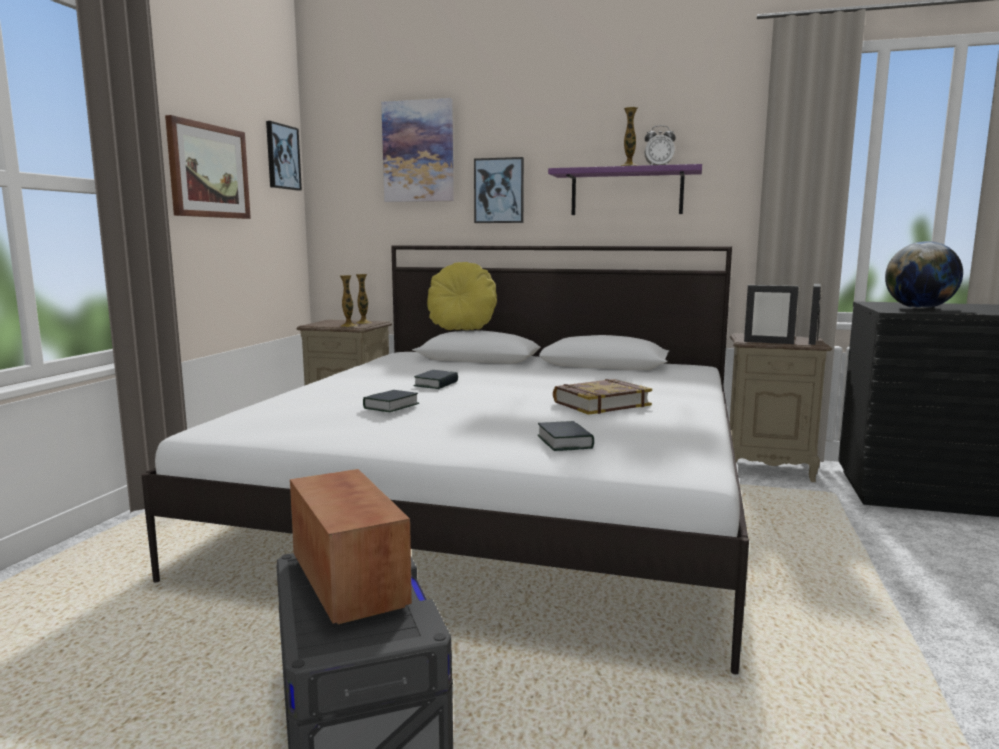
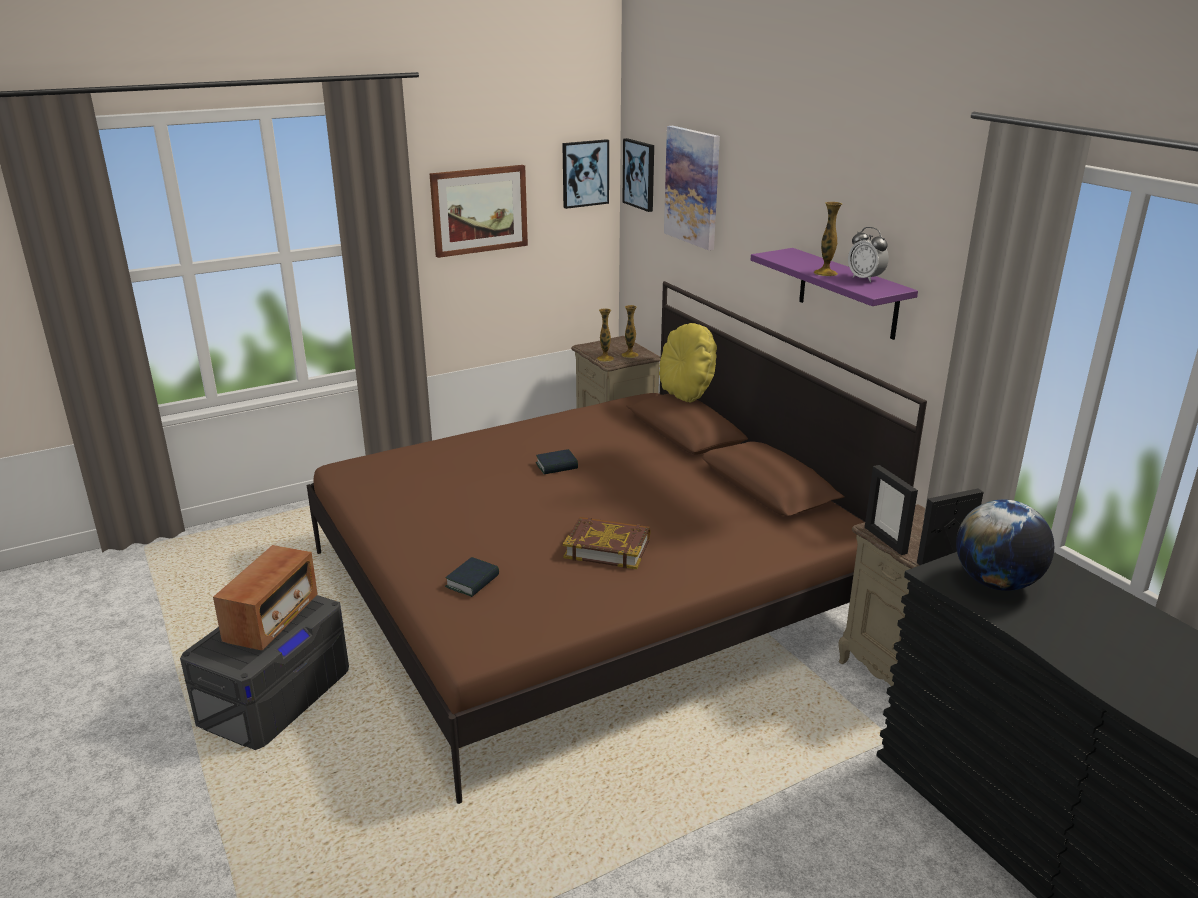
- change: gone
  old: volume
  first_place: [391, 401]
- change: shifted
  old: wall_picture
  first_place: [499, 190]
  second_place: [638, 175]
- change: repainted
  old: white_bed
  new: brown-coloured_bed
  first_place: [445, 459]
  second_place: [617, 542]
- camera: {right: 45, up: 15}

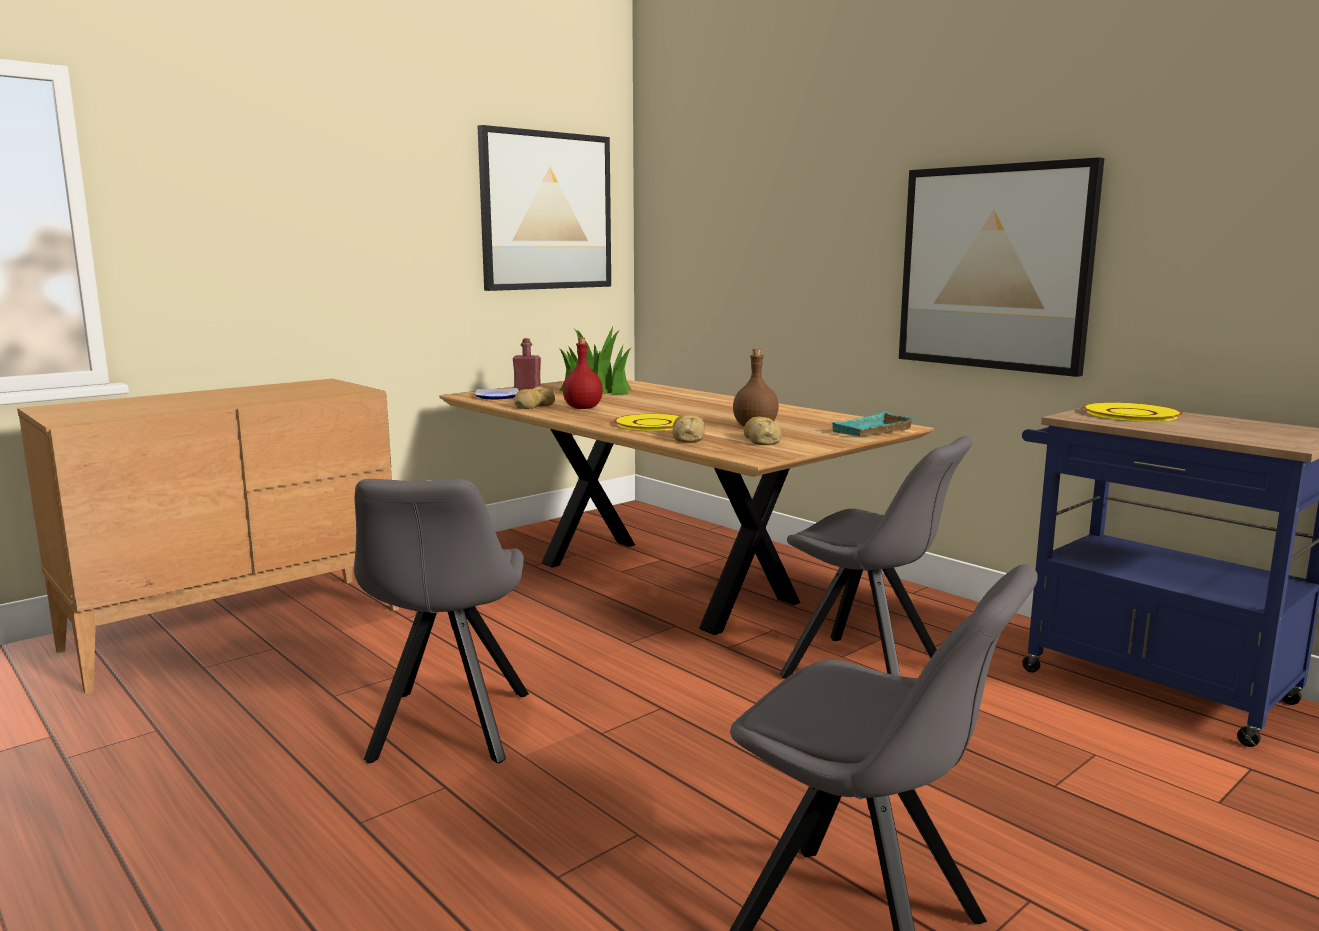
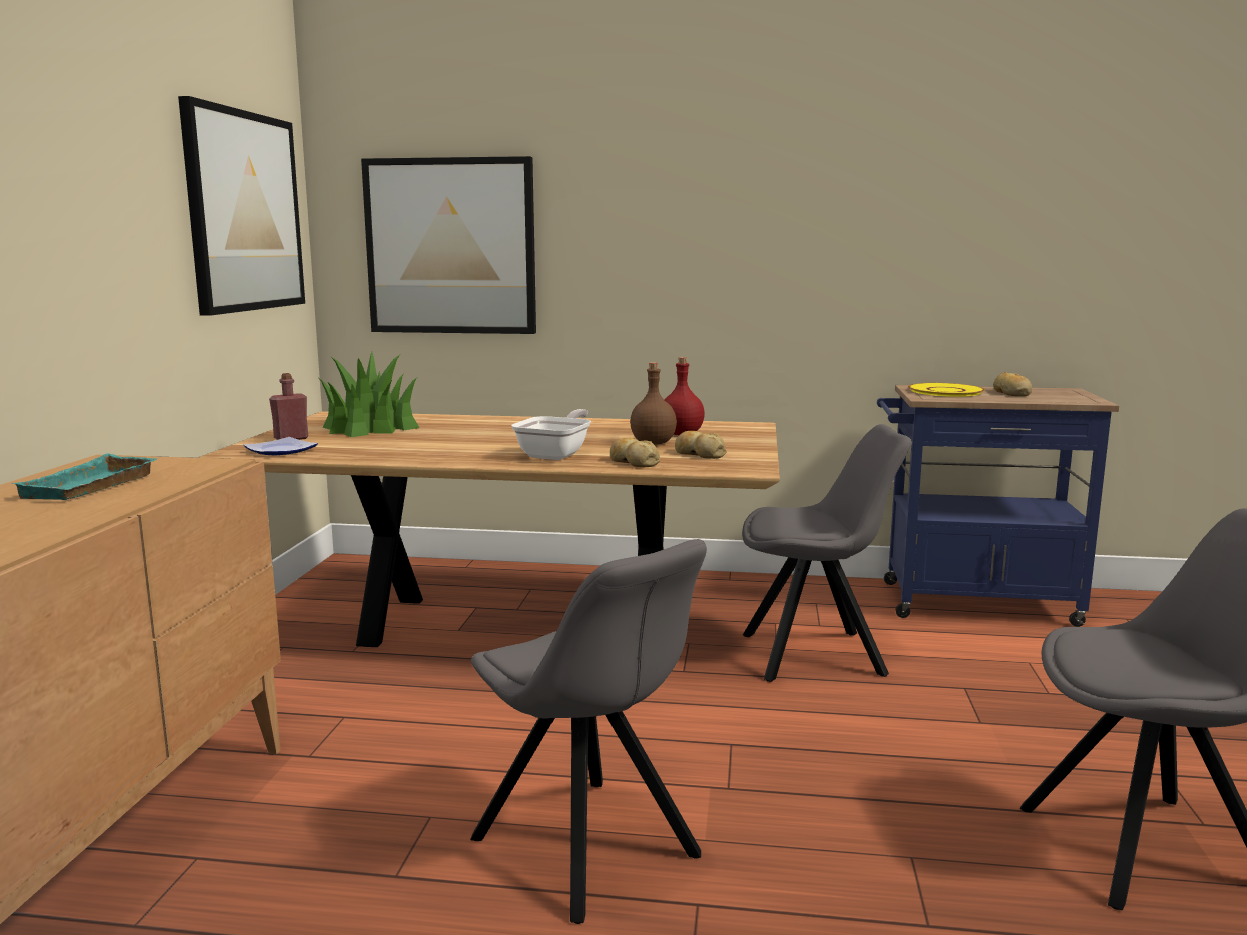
- change: shifted
  old: bread
  first_place: [534, 397]
  second_place: [1012, 384]
- change: shifted
  old: red_beverage_bottle
  first_place: [583, 373]
  second_place: [685, 396]
- change: shifted
  old: blue-green_serving_tray
  first_place: [874, 423]
  second_place: [84, 477]
- change: shifted
  old: wall_picture
  first_place: [1001, 267]
  second_place: [448, 245]
- change: swapped
  old: yellowish_plate
  new: pan
  first_place: [646, 422]
  second_place: [551, 434]
- camera: {right: -40, up: 0}

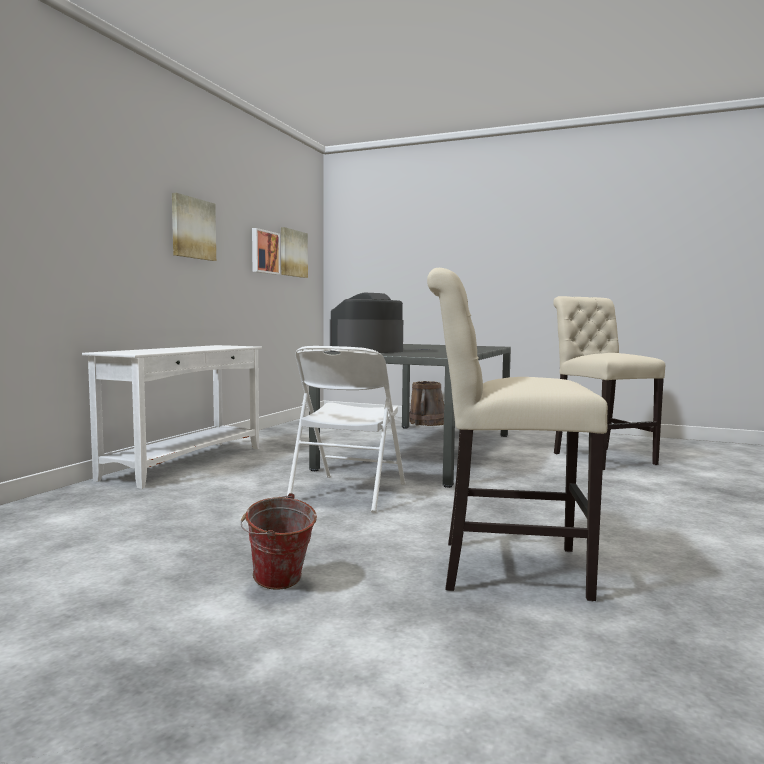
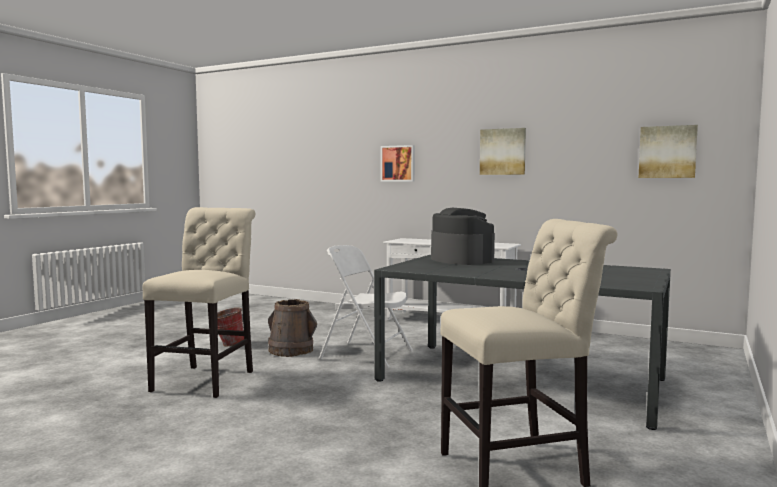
- change: shifted
  old: wall_picture
  first_place: [266, 251]
  second_place: [398, 163]
- change: shifted
  old: brown-coloured_bucket
  first_place: [426, 403]
  second_place: [292, 328]
- camera: {right: 95, up: 0}

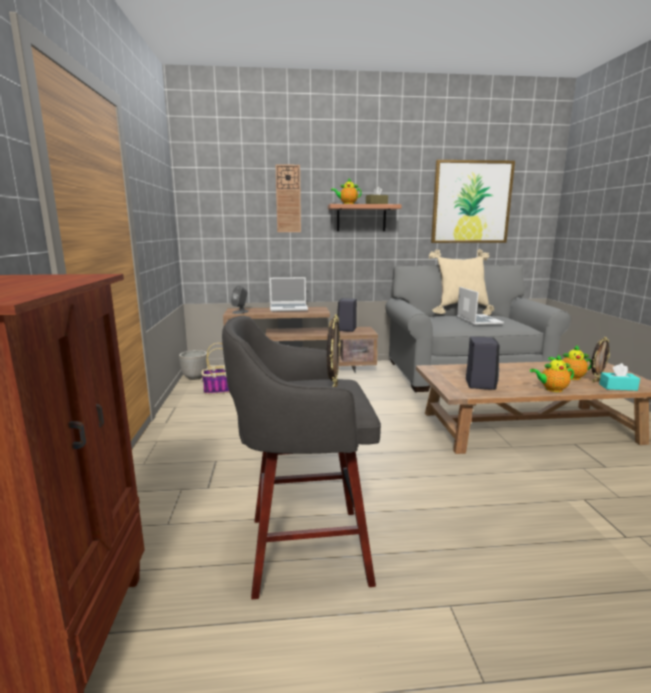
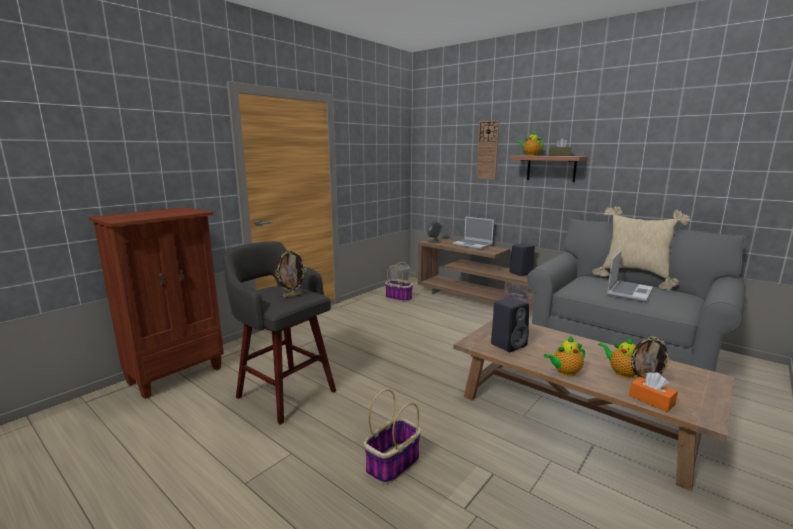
- change: gone
  old: wall_picture
  first_place: [473, 201]
- change: new
  new: household_basket
  second_place: [392, 436]
- change: repainted
  old: blue-green_tissue_box
  new: orangey_tissue_box
  first_place: [619, 377]
  second_place: [653, 392]
- change: rotated
  old: tea_pot
  first_place: [552, 373]
  second_place: [564, 356]
  degrees: -60
- camera: {right: 45, up: 0}

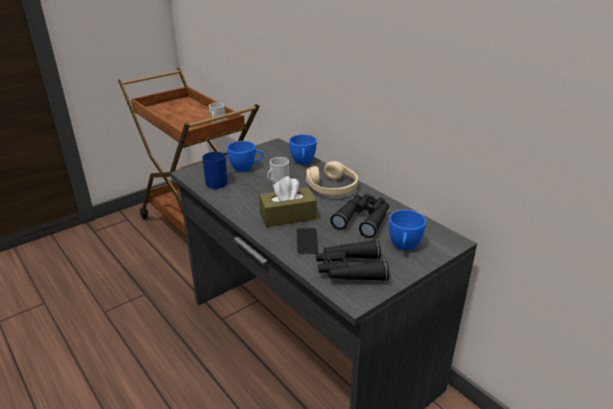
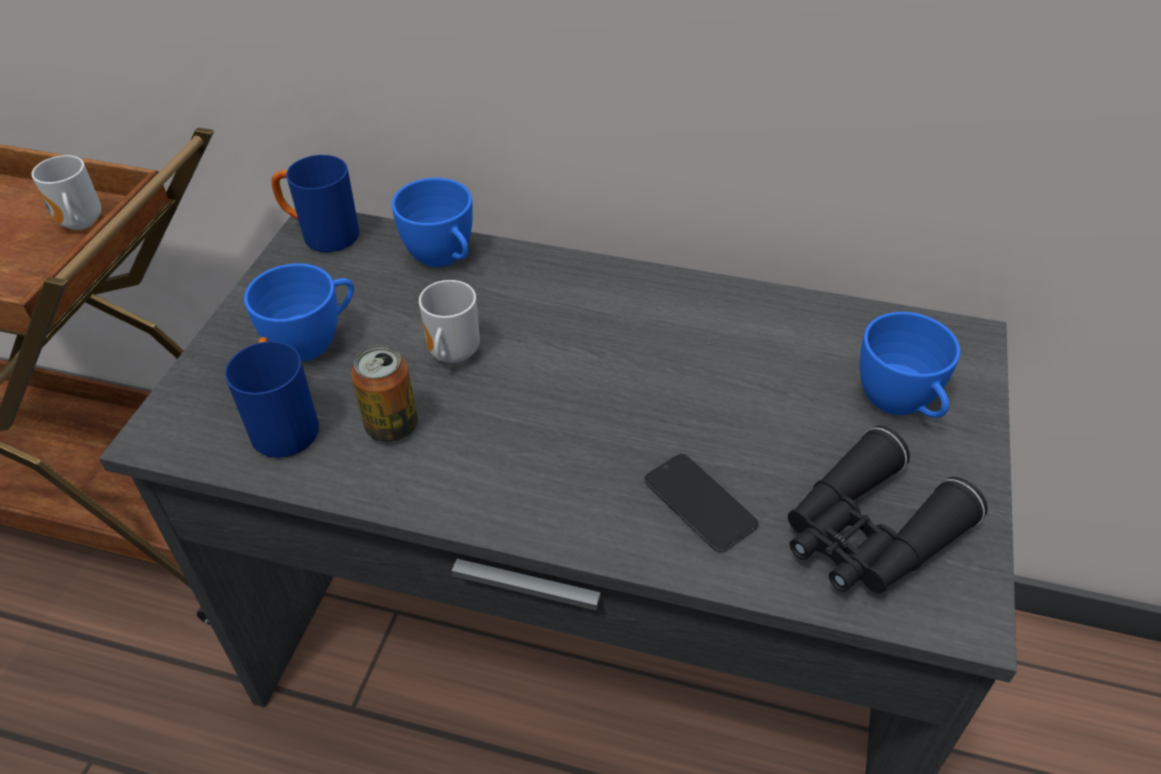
- change: gone
  old: brown-coloured_tissue_box
  first_place: [288, 201]
- change: gone
  old: beige-coloured_headphones
  first_place: [332, 178]
- change: gone
  old: black_pair_of_binoculars
  first_place: [359, 216]
- change: new
  new: blue-coloured_coffee_mug
  second_place: [315, 203]
- change: new
  new: can
  second_place: [384, 393]
- camera: {right: -35, up: 15}

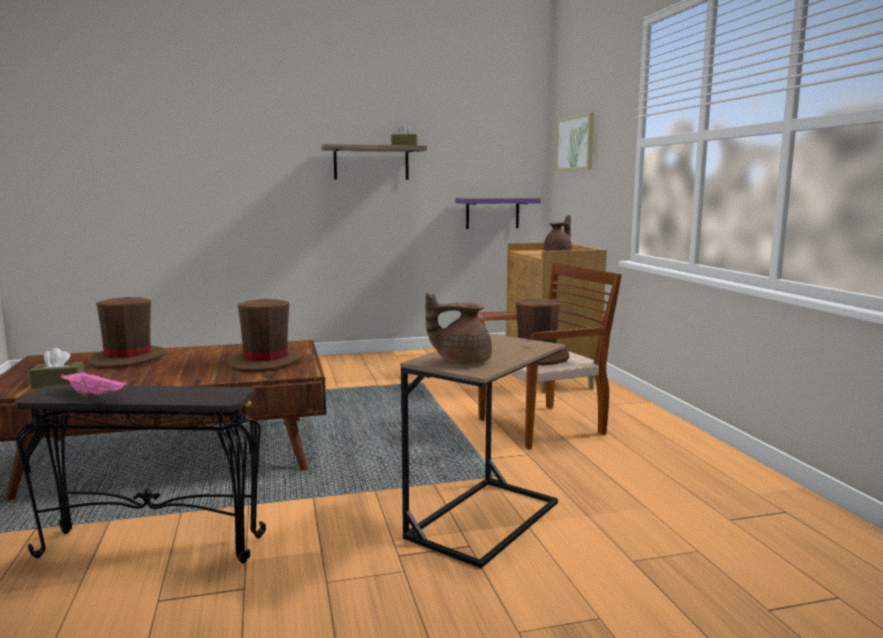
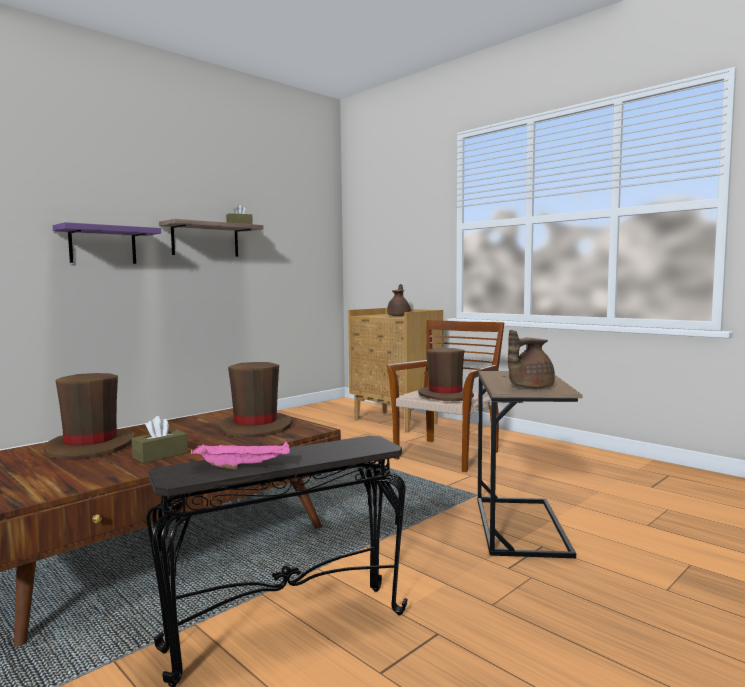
- change: gone
  old: wall_picture
  first_place: [575, 141]
- change: shifted
  old: brown-coloured_tissue_box
  first_place: [56, 368]
  second_place: [159, 439]
- change: shifted
  old: purplish_bracket_shelf
  first_place: [498, 213]
  second_place: [107, 243]
- camera: {right: -30, up: -5}

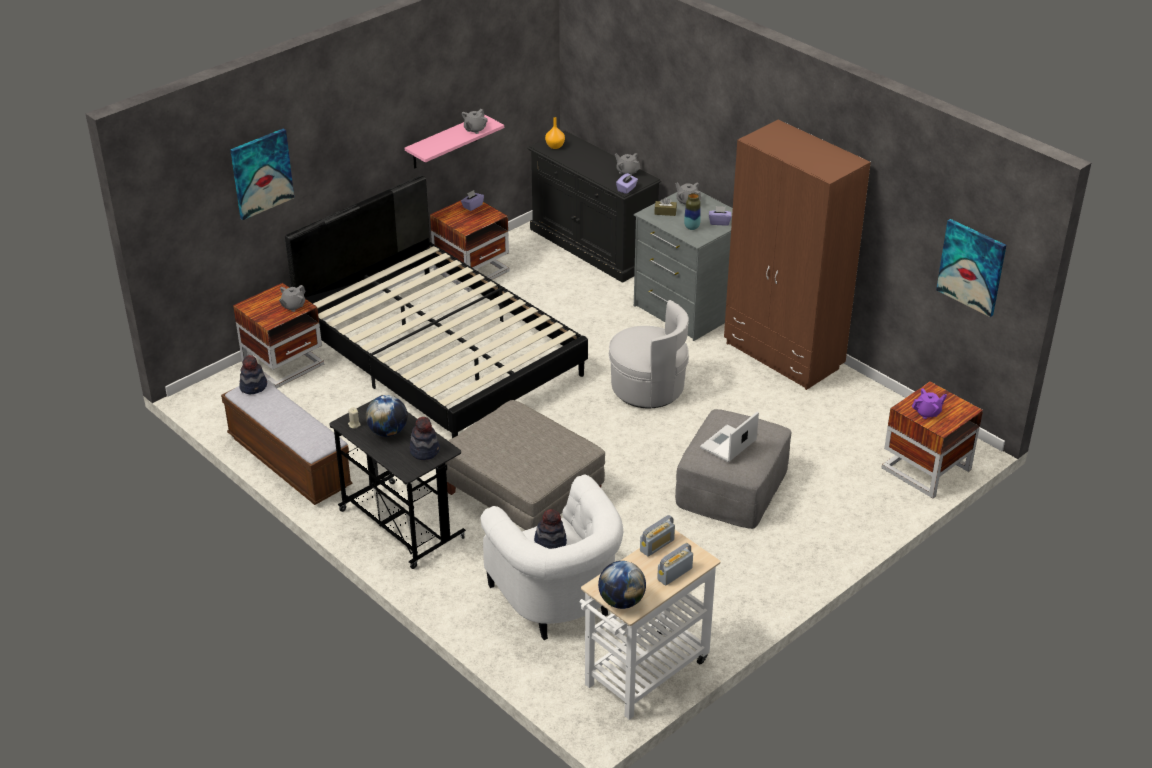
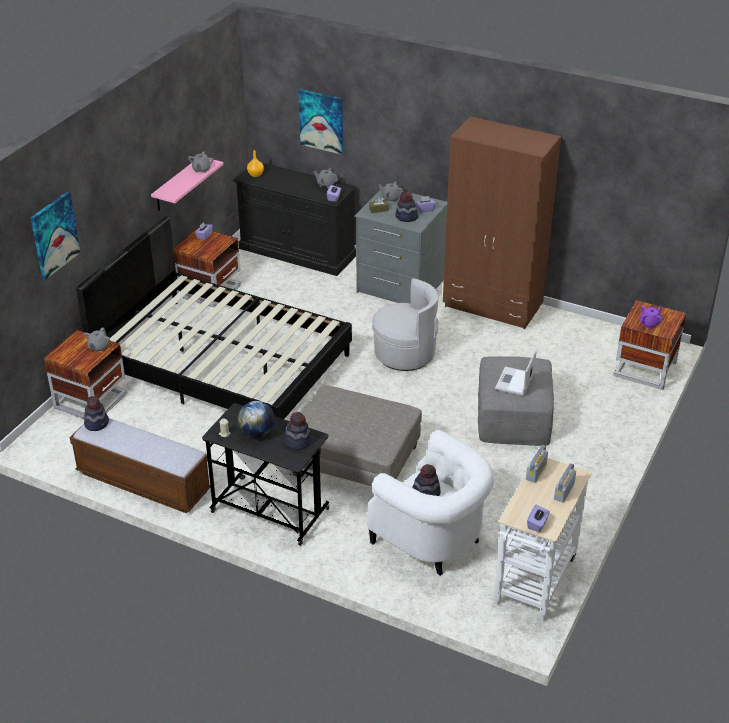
- change: shifted
  old: wall_picture
  first_place: [971, 268]
  second_place: [320, 122]
- change: swapped
  old: globe
  new: purplish_tissue_box
  first_place: [622, 585]
  second_place: [538, 518]
- change: swapped
  old: flower_vase
  new: wearable_hat
  first_place: [692, 211]
  second_place: [406, 206]
- camera: {right: -20, up: 0}

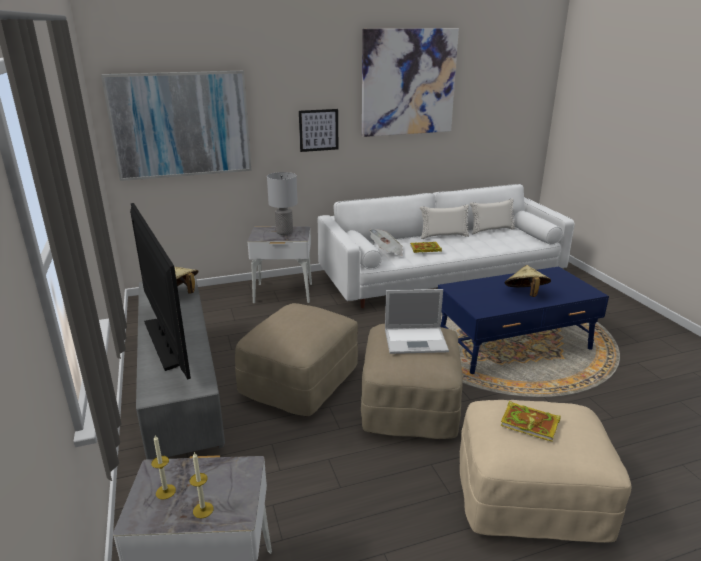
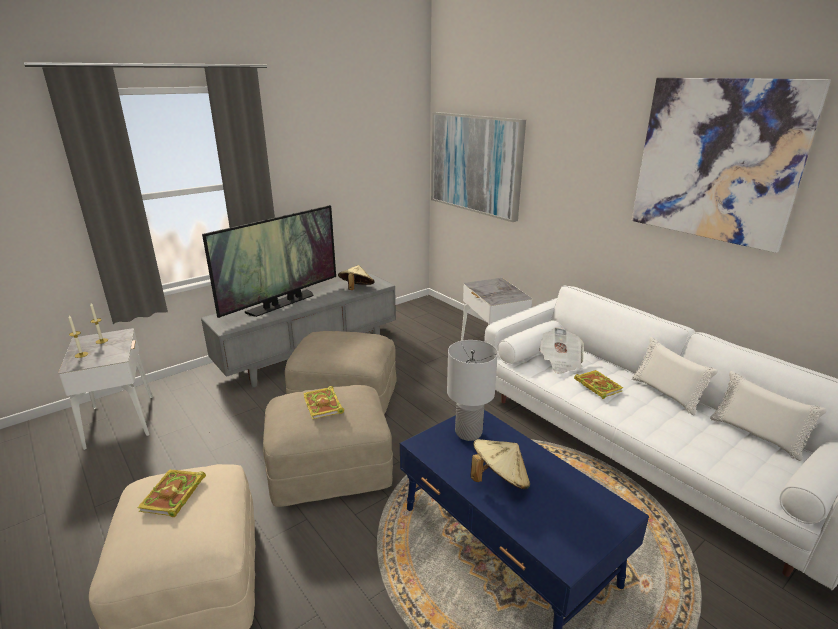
- change: gone
  old: wall_picture
  first_place: [318, 130]
- change: shifted
  old: greyish_lamp_for_a_table
  first_place: [282, 203]
  second_place: [472, 390]
- change: swapped
  old: notebook_computer
  new: volume
  first_place: [417, 321]
  second_place: [323, 402]
- camera: {right: 70, up: 0}

